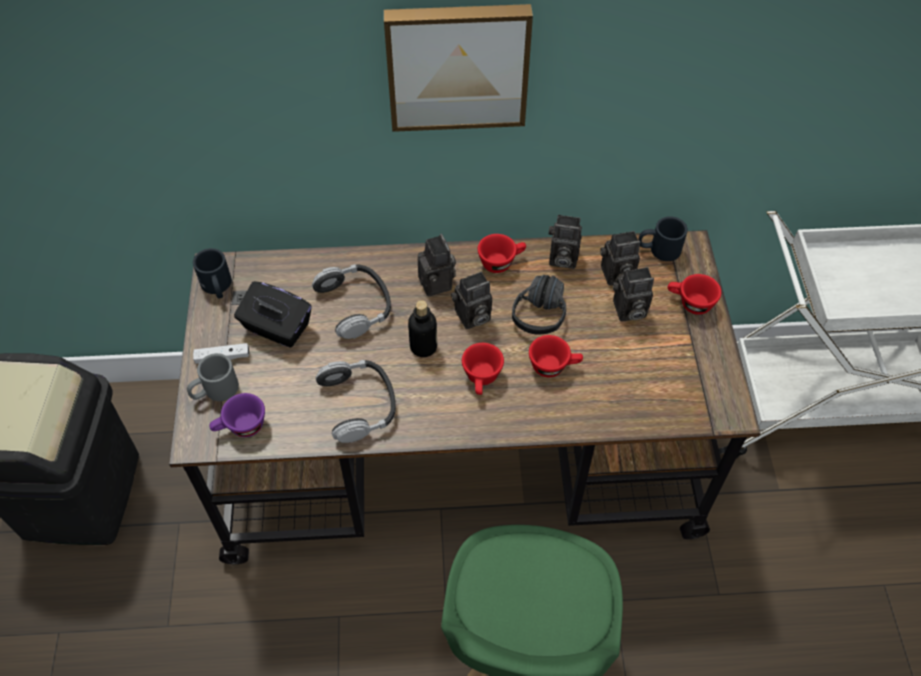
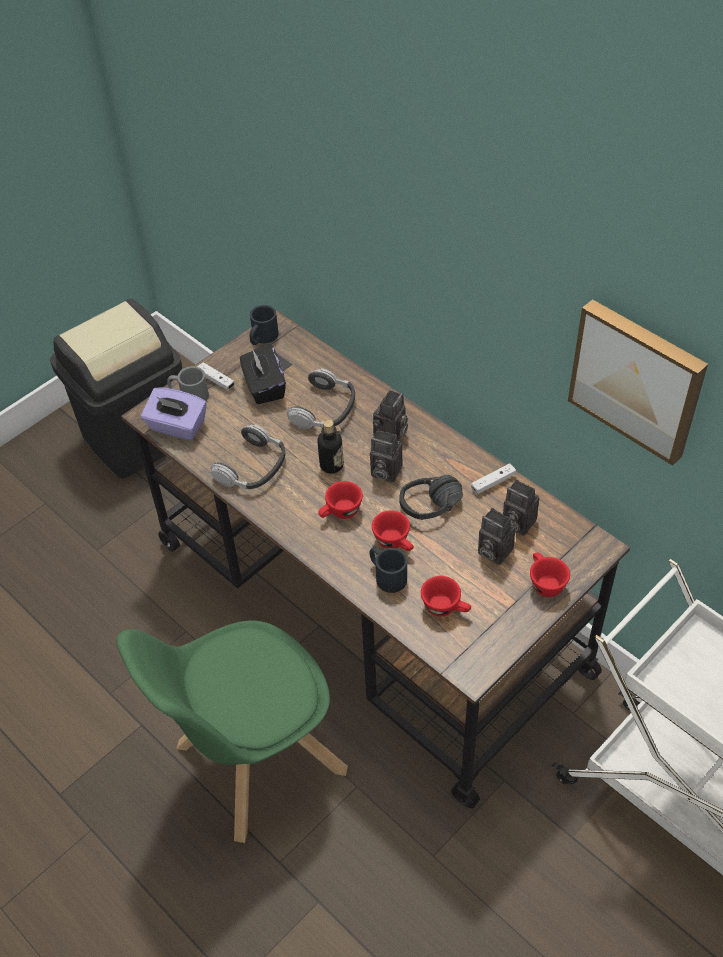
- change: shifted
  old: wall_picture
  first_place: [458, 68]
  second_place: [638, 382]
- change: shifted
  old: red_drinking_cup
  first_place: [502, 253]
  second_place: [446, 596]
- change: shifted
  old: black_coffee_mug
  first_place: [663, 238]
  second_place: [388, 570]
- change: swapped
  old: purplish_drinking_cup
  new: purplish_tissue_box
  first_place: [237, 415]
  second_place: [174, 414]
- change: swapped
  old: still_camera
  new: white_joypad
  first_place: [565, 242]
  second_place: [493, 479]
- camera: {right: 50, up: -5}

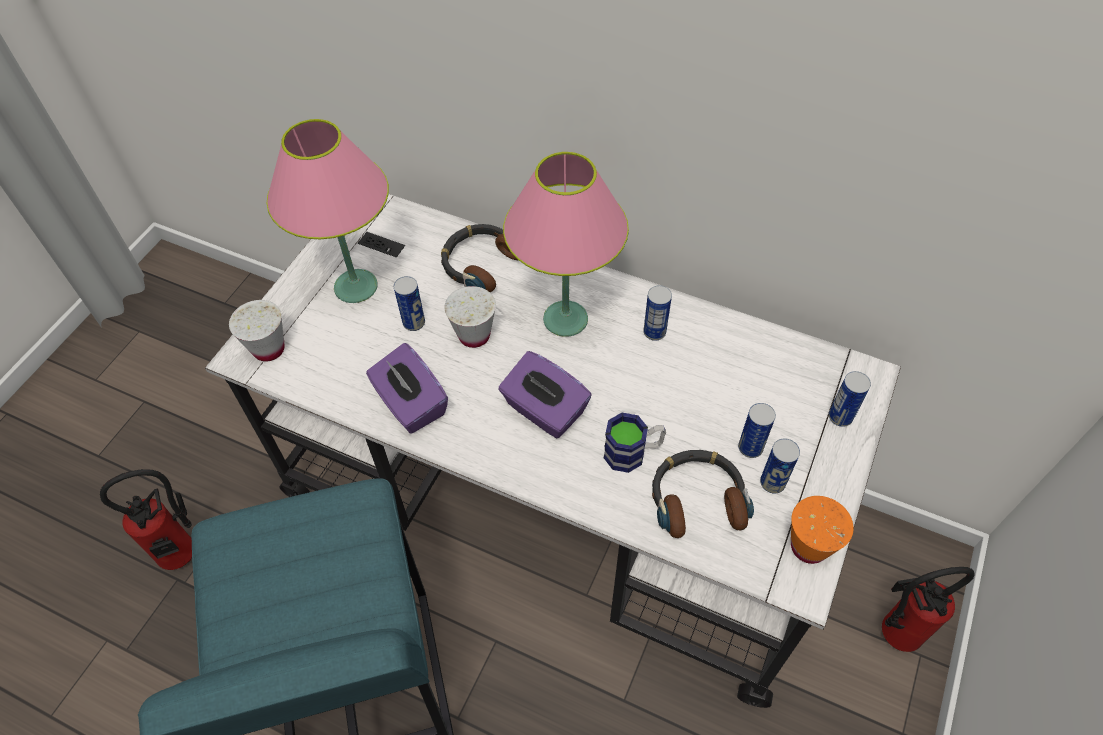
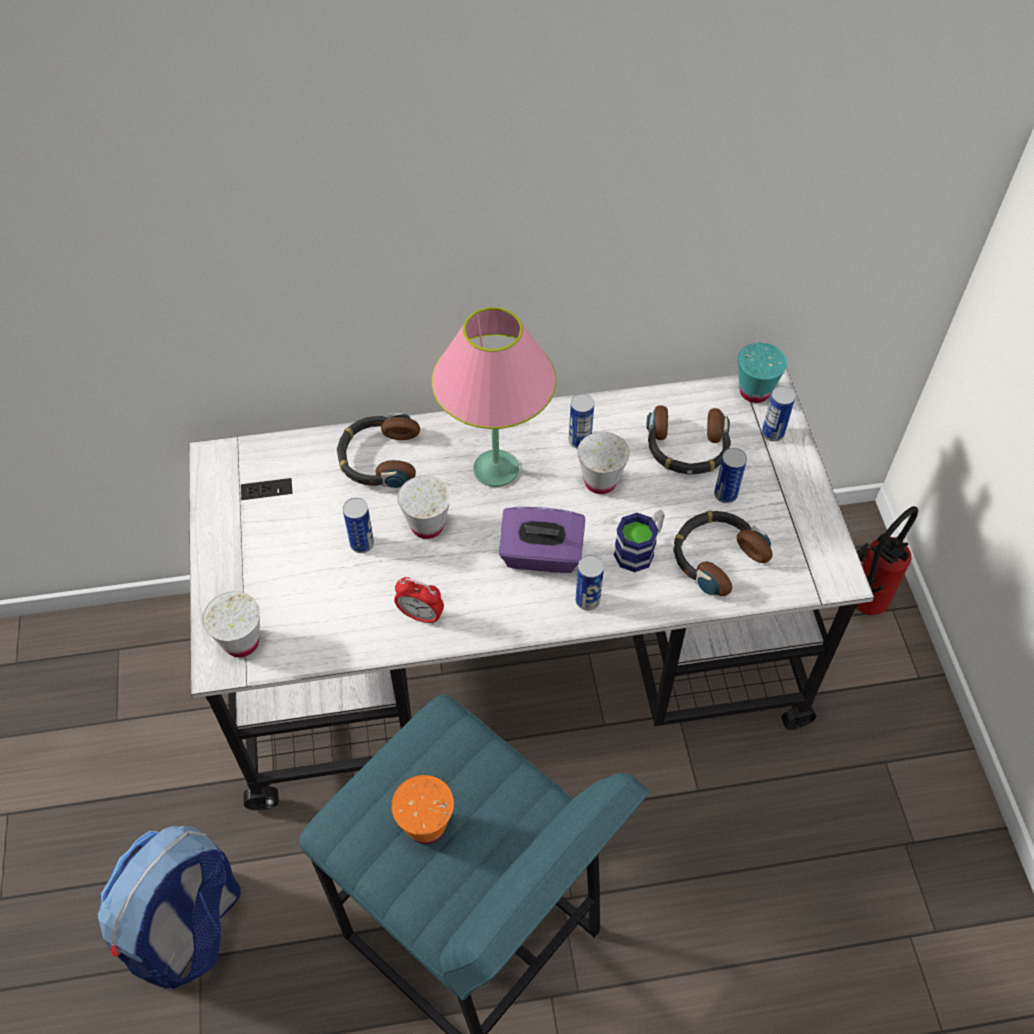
- change: gone
  old: pink_lamp_for_a_table
  first_place: [328, 211]
- change: new
  new: white_drinking_cup
  second_place: [603, 463]
- change: new
  new: headphones
  second_place: [688, 439]
- change: new
  new: blue-green_drinking_cup
  second_place: [762, 373]
- change: shifted
  old: can
  first_place: [780, 466]
  second_place: [589, 583]
- change: shifted
  old: orangey_drinking_cup
  first_place: [822, 530]
  second_place: [422, 809]
- change: swapped
  old: fire_extinguisher
  new: knapsack
  first_place: [146, 519]
  second_place: [169, 907]
- change: swapped
  old: purplish_tissue_box
  new: table_clock
  first_place: [407, 388]
  second_place: [419, 600]
- camera: {right: -35, up: 0}

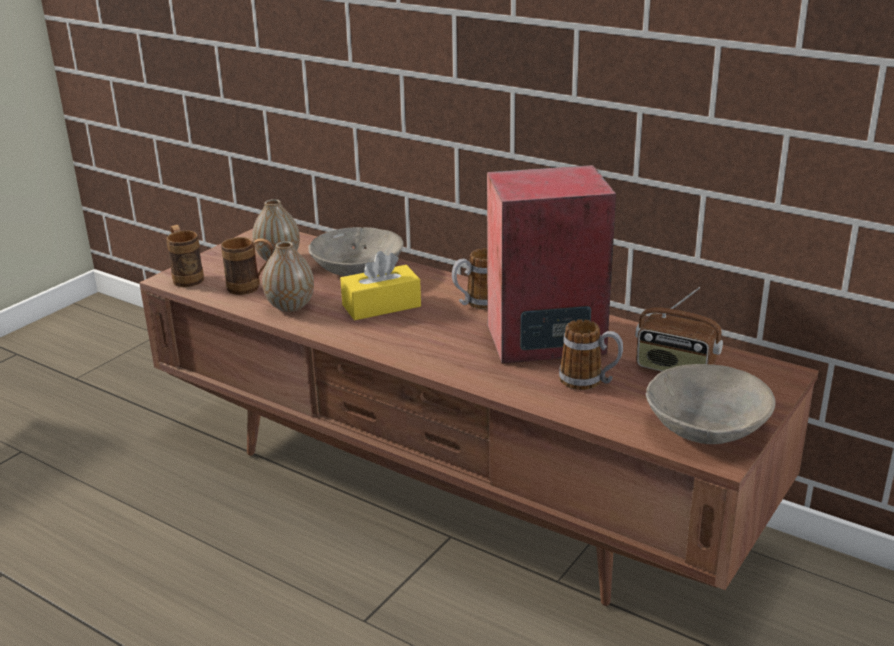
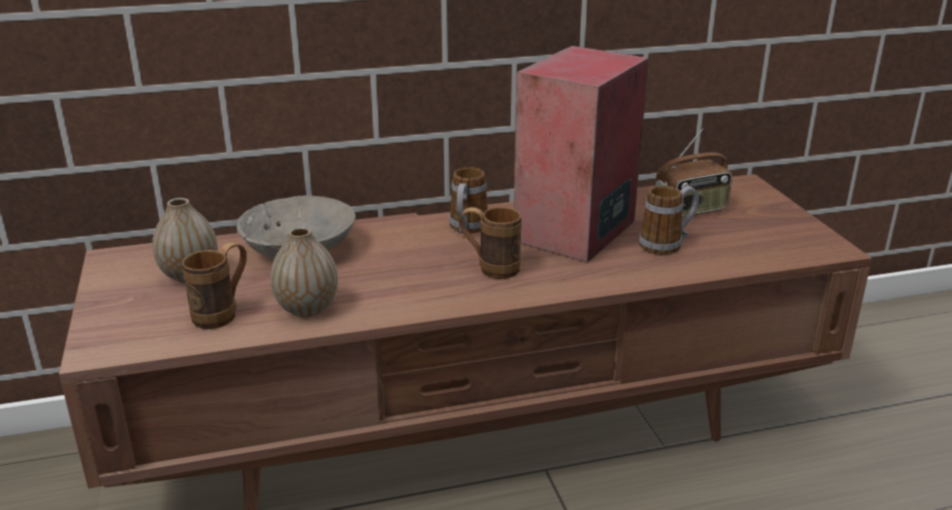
- change: gone
  old: yellowish_tissue_box
  first_place: [380, 285]
- change: gone
  old: greyish_serving_bowl
  first_place: [710, 404]
- change: shifted
  old: brown-coloured_coffee_mug
  first_place: [185, 256]
  second_place: [490, 243]
- camera: {right: -50, up: 0}

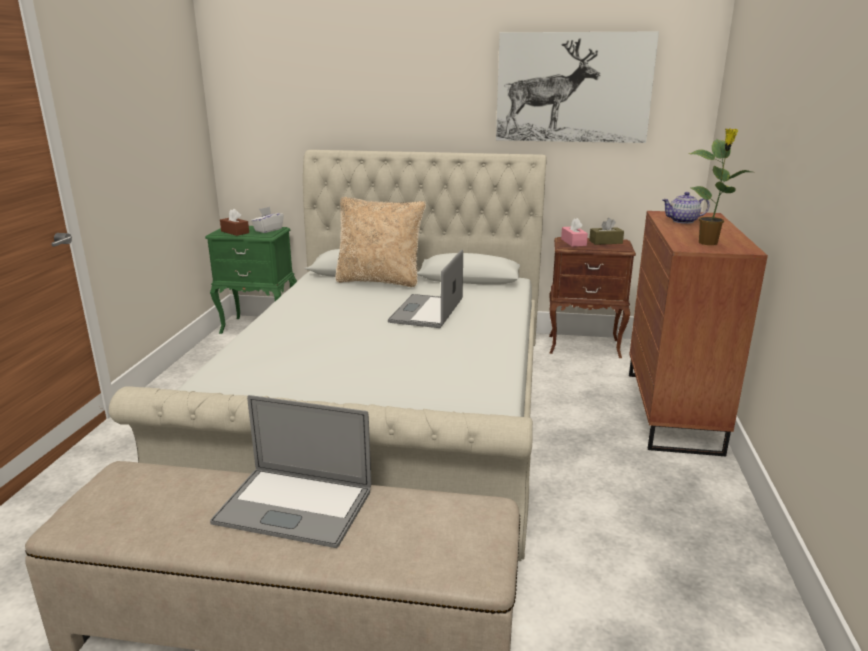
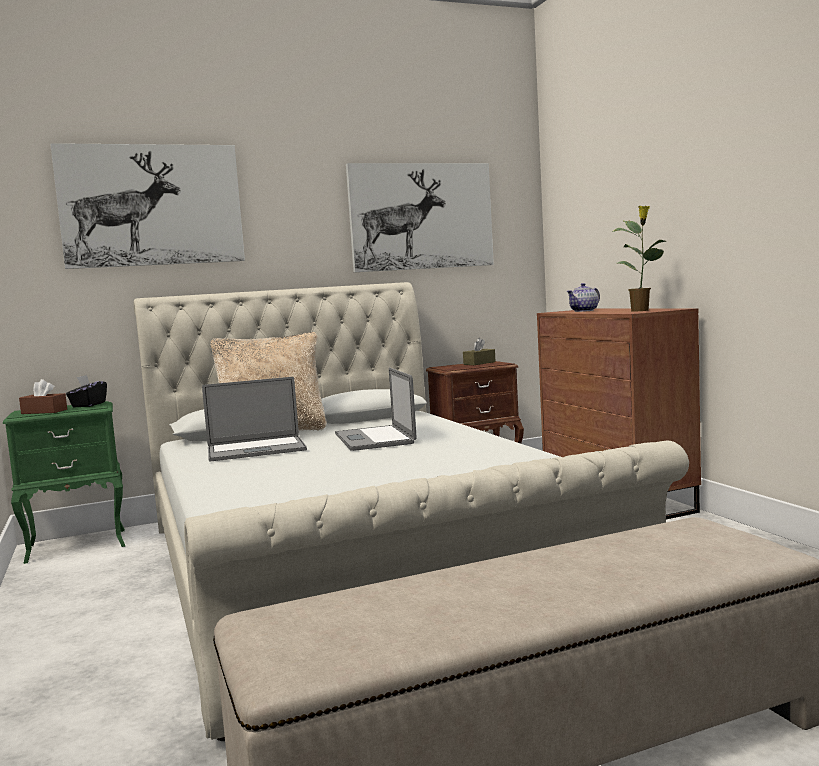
- change: gone
  old: pink_tissue_box
  first_place: [574, 232]
- change: new
  new: wall_picture
  second_place: [147, 206]
- change: shifted
  old: notebook_computer
  first_place: [290, 471]
  second_place: [254, 419]
- change: repainted
  old: white_tissue_box
  new: black_tissue_box
  first_place: [267, 220]
  second_place: [86, 391]
- camera: {right: -30, up: -15}

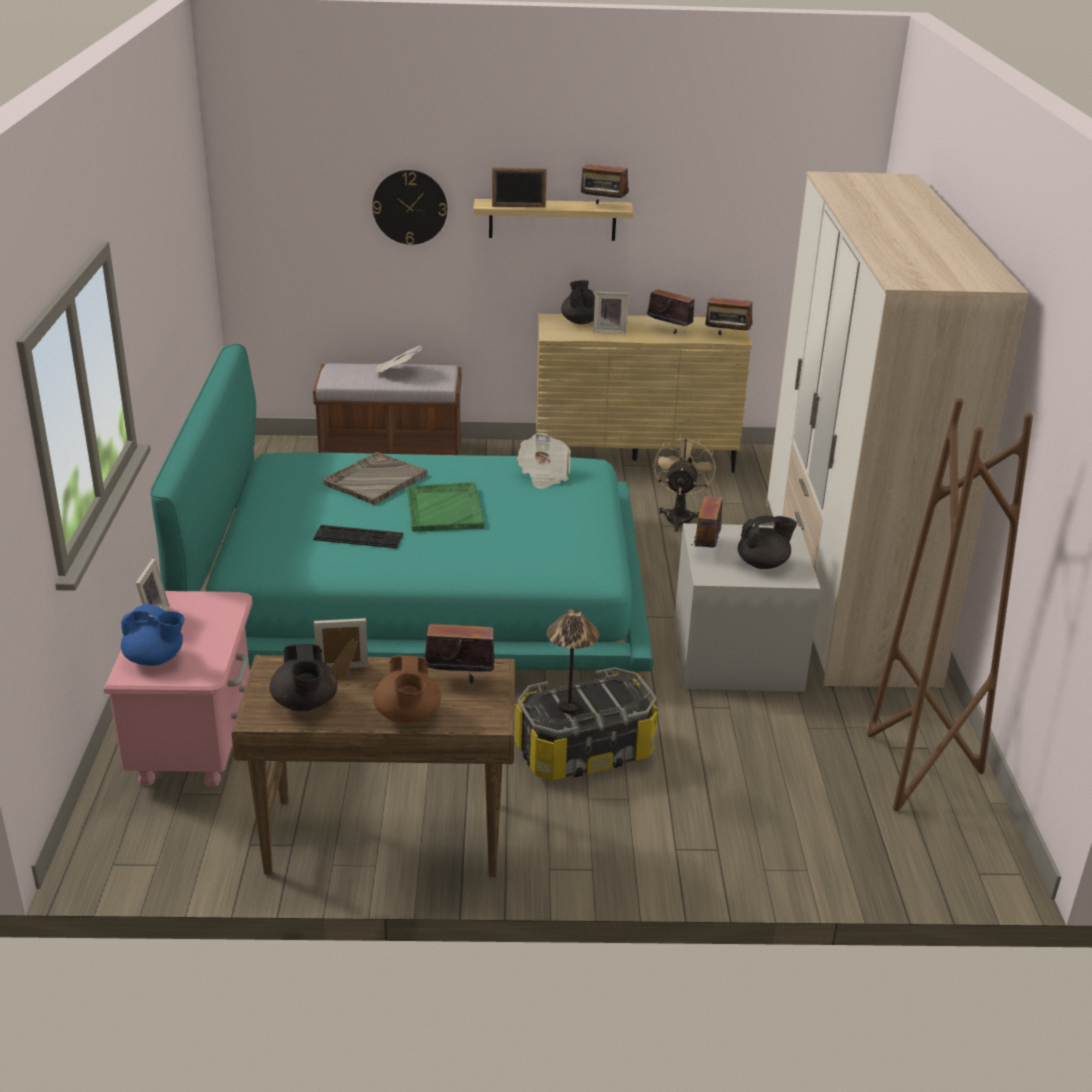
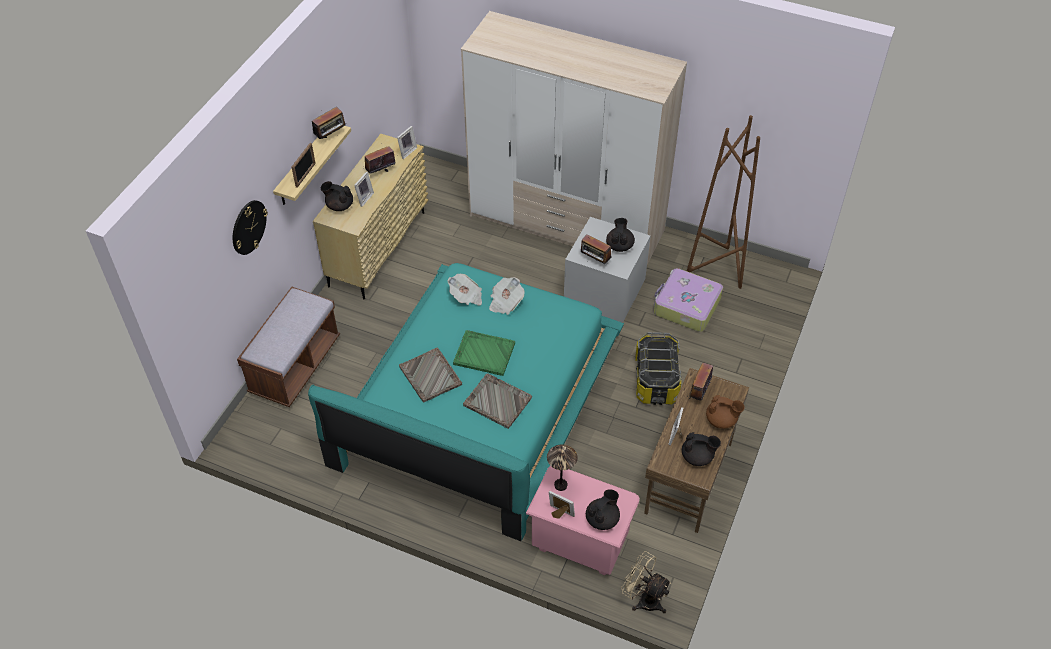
- change: new
  new: travel_case
  second_place: [688, 300]
- change: shifted
  old: daily_paper
  first_place: [399, 359]
  second_place: [506, 296]
- change: shifted
  old: lamp_for_a_table
  first_place: [573, 661]
  second_place: [562, 467]
- change: shifted
  old: beige-coloured_cooling_fan
  first_place: [685, 483]
  second_place: [646, 582]
- change: swapped
  old: computer_keyboard
  new: greyish_serving_tray
  first_place: [358, 536]
  second_place: [497, 401]
- change: swapped
  old: radio_set
  new: picture_frame
  first_place: [729, 314]
  second_place: [407, 142]
- change: repainted
  old: blue-coloured_tea_pot
  new: black_tea_pot
  first_place: [153, 635]
  second_place: [603, 509]
- camera: {right: -65, up: 20}

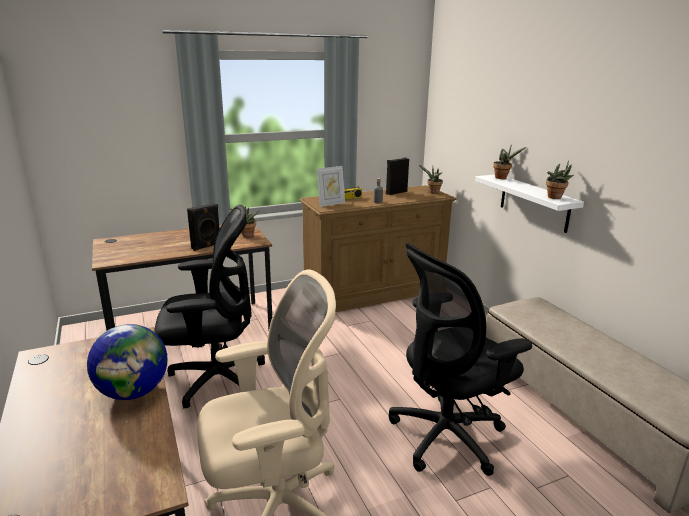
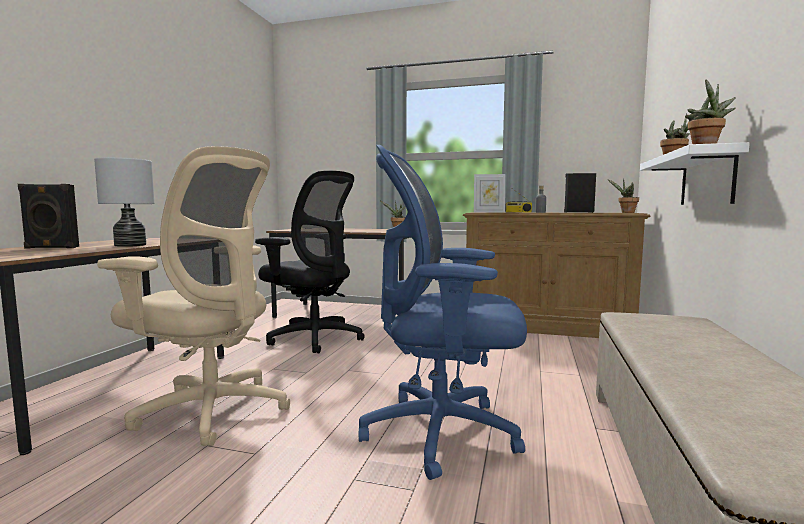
- change: shifted
  old: black_loudspeaker
  first_place: [203, 227]
  second_place: [48, 216]
- change: swapped
  old: globe
  new: greyish_lamp_for_a_table
  first_place: [127, 362]
  second_place: [124, 202]
- change: repainted
  old: black_computer_chair
  new: blue-coloured_computer_chair
  first_place: [460, 359]
  second_place: [442, 312]
- camera: {right: 40, up: -15}

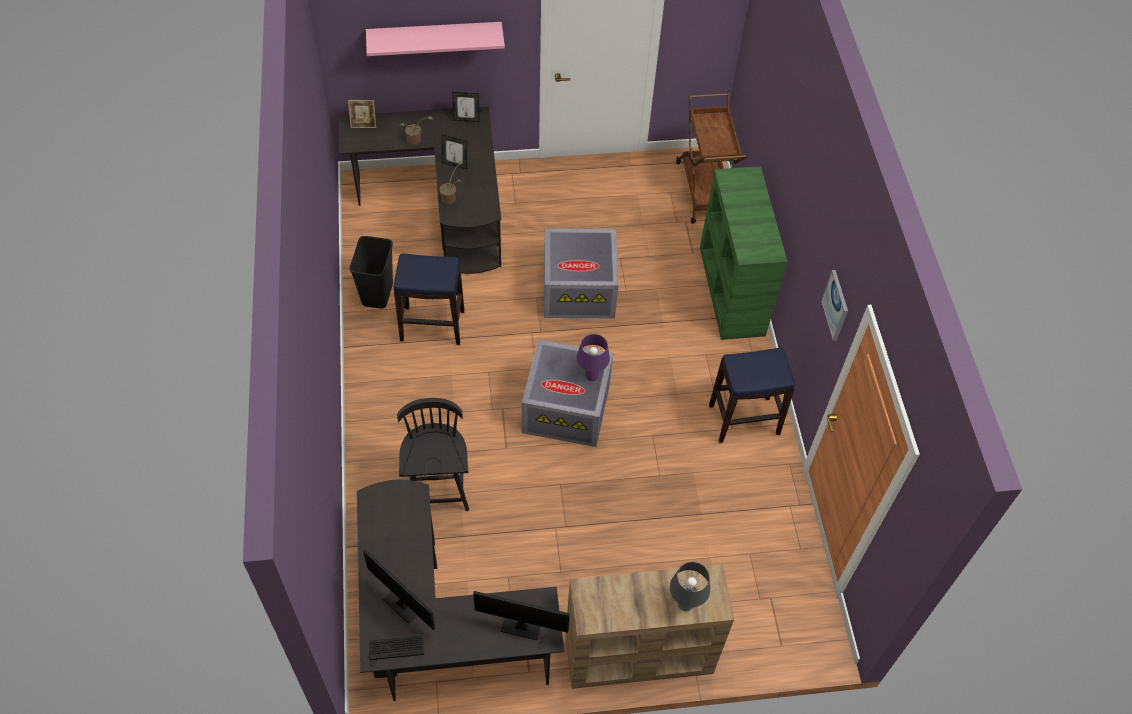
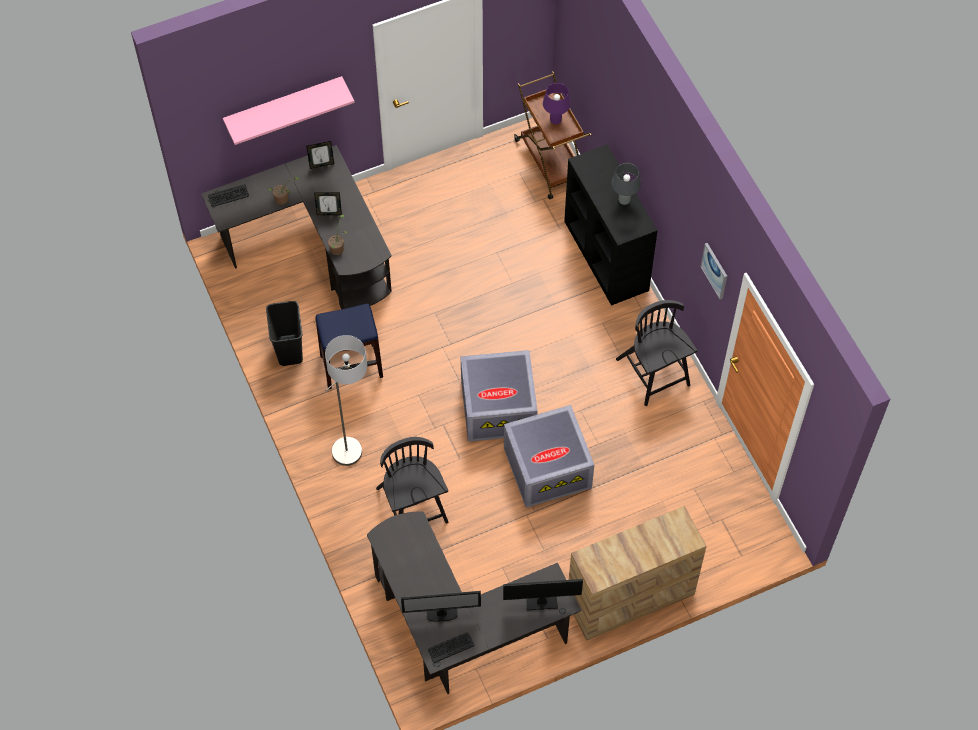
- change: new
  new: greyish_standard_lamp
  second_place: [346, 400]
- change: shifted
  old: greyish_storage_container
  first_place: [581, 273]
  second_place: [549, 456]
- change: shifted
  old: purplish_lamp_for_a_table
  first_place: [593, 357]
  second_place: [557, 103]
- change: shifted
  old: greyish_lamp_for_a_table
  first_place: [690, 586]
  second_place: [626, 184]
- change: swapped
  old: picture_frame
  new: computer_keyboard
  first_place: [362, 114]
  second_place: [228, 195]
- change: swapped
  old: stool_seat
  new: black_upright_chair
  first_place: [752, 395]
  second_place: [656, 353]
- change: repainted
  old: greenish_bookcase
  new: black_bookcase
  first_place: [743, 253]
  second_place: [611, 225]
- change: rotated
  old: computer_screen
  first_place: [399, 589]
  second_place: [441, 606]
  degrees: 150
- camera: {right: -15, up: 5}

